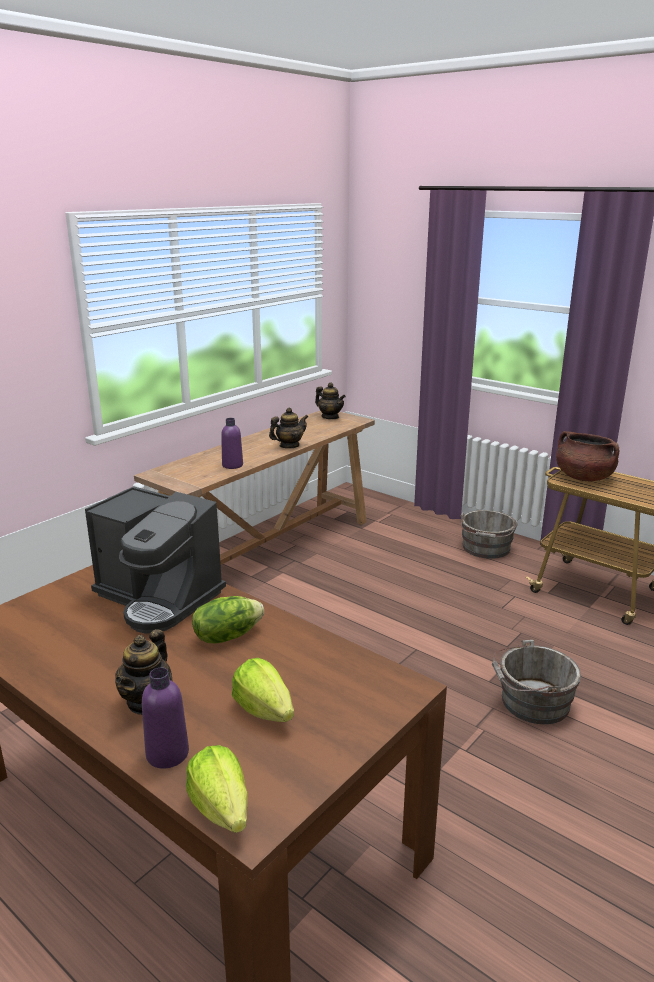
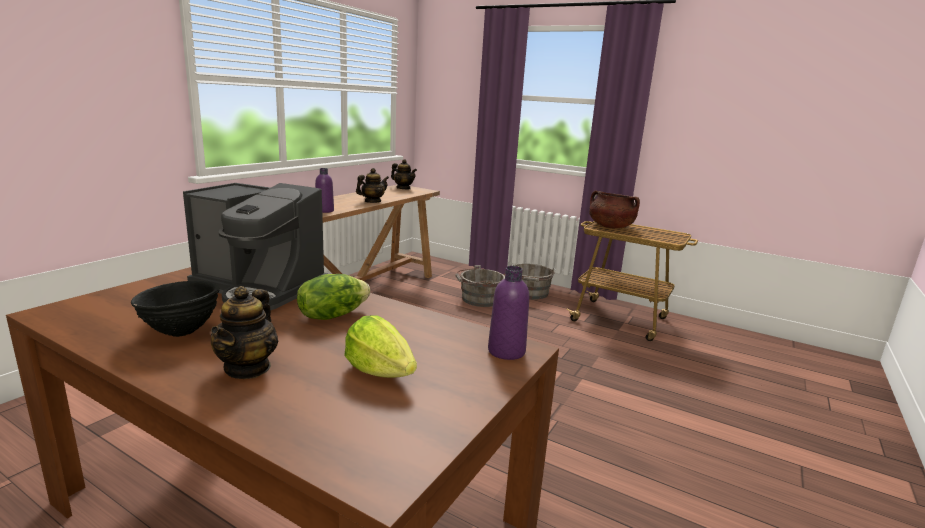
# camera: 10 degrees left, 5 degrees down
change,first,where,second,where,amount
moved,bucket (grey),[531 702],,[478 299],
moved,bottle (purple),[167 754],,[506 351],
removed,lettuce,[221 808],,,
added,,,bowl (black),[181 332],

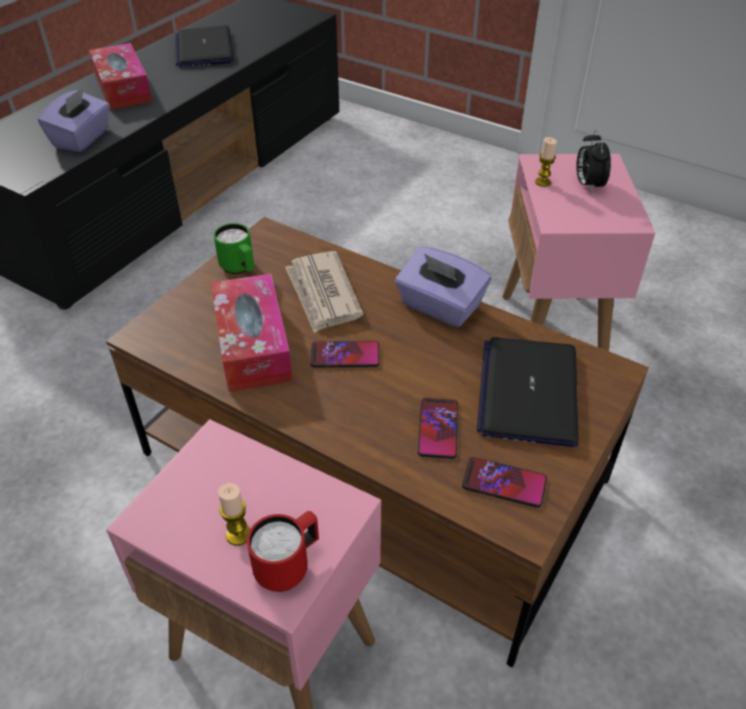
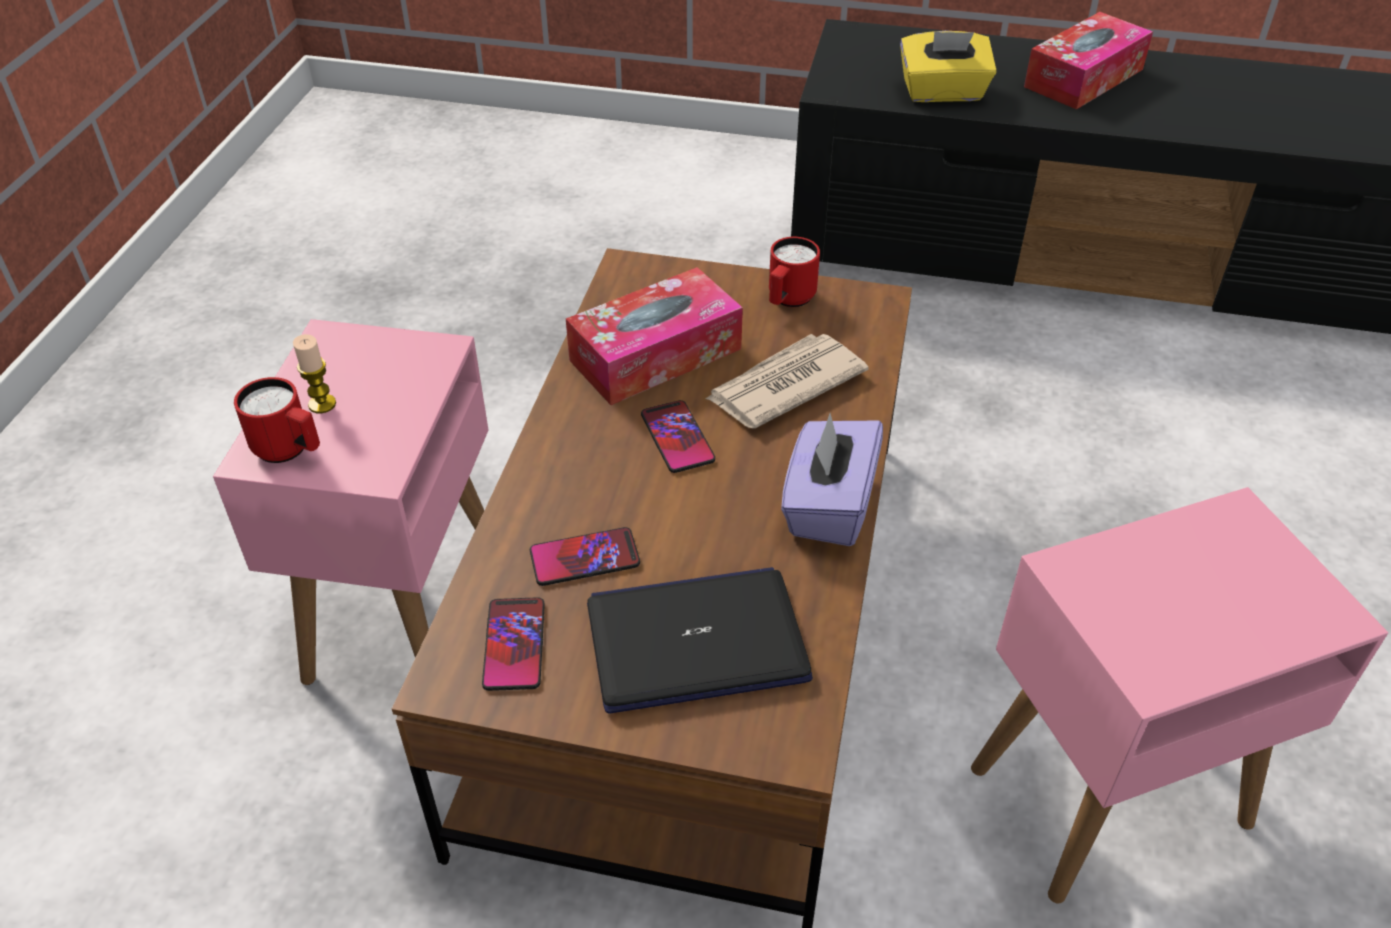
# camera: 70 degrees right, 0 degrees up
change,first,where,second,where,amount
removed,laptop,[204 49],,,
recoloured,tissue box (purple),[82 138],tissue box (yellow),[942 93],
removed,alarm clock,[588 185],,,
removed,candle,[542 182],,,
recoloured,mug (green),[240 269],mug (red),[788 301],

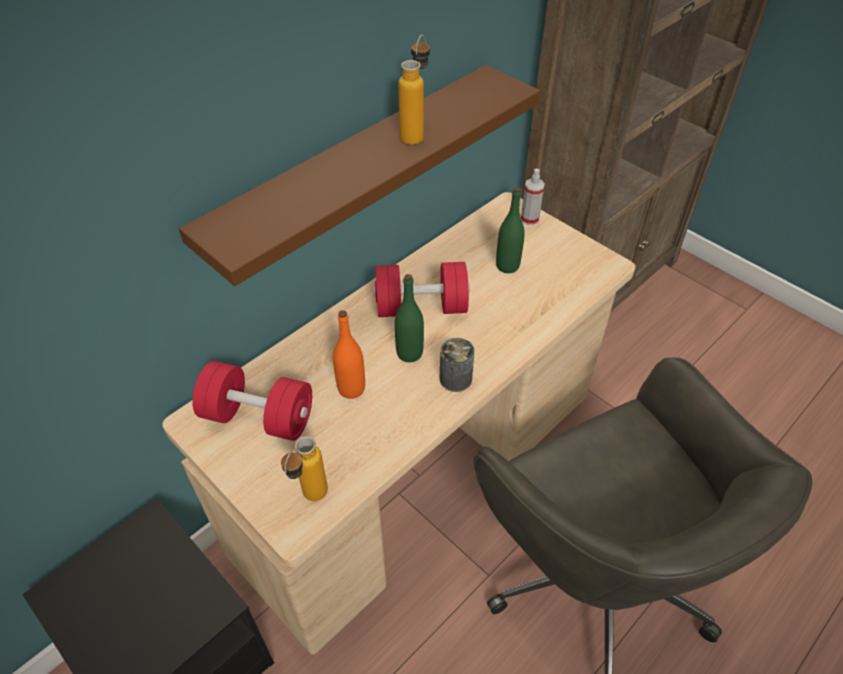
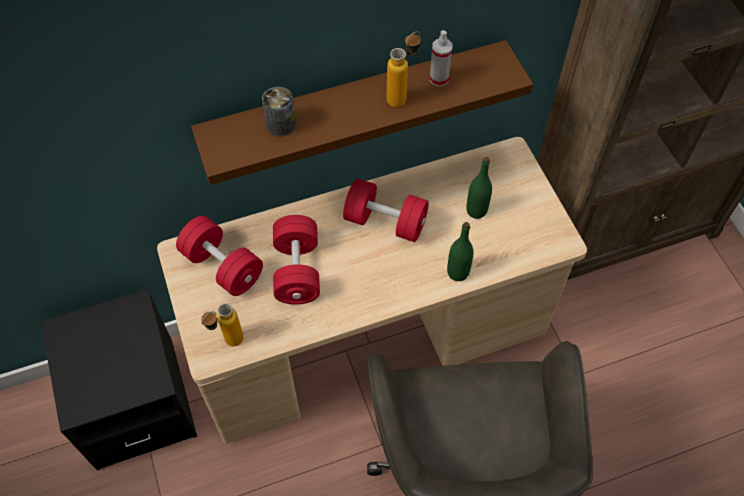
# camera: 25 degrees right, 10 degrees up
change,first,where,second,where,amount
moved,spray bottle,[529 219],,[439 79],
moved,bottle (green),[409 353],,[458 272],
replaced,bottle (orange),[351 388],dumbbell (red),[297 270],
moved,can,[455 378],,[281 125],

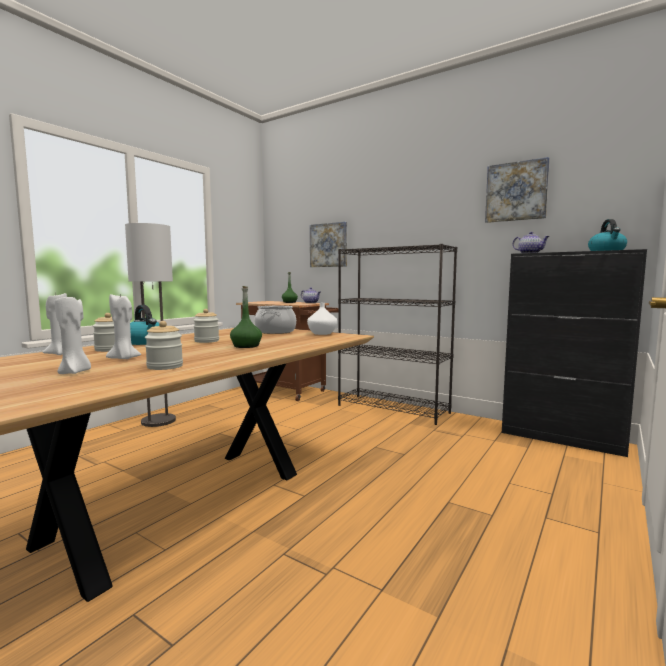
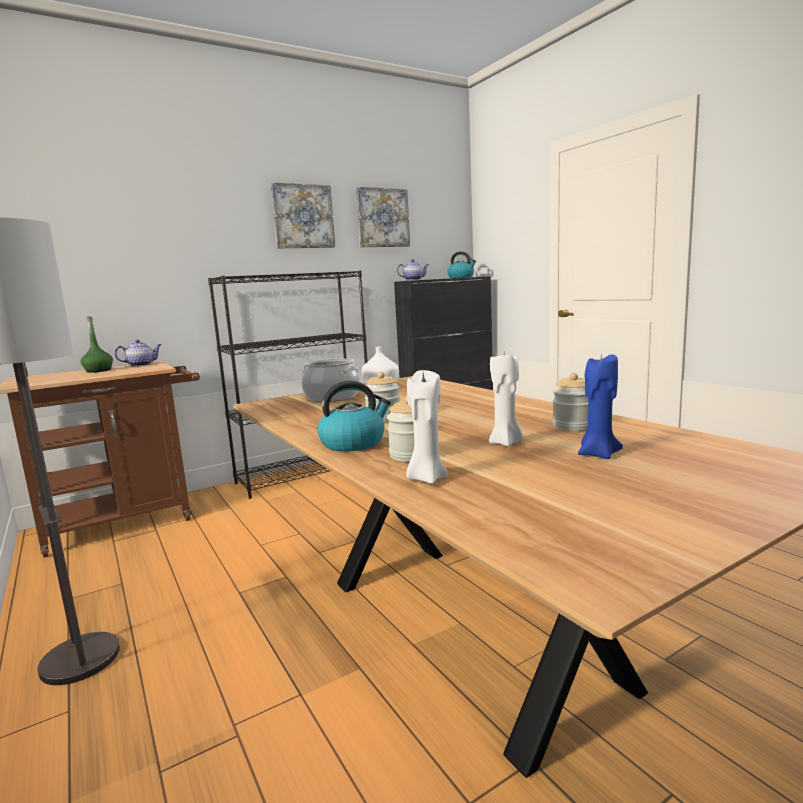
# camera: 65 degrees left, 5 degrees up
change,first,where,second,where,amount
moved,picture,[329 245],,[303 216],
removed,bottle (green),[246 346],,,
recoloured,candle (white),[75 372],candle (blue),[598 454],

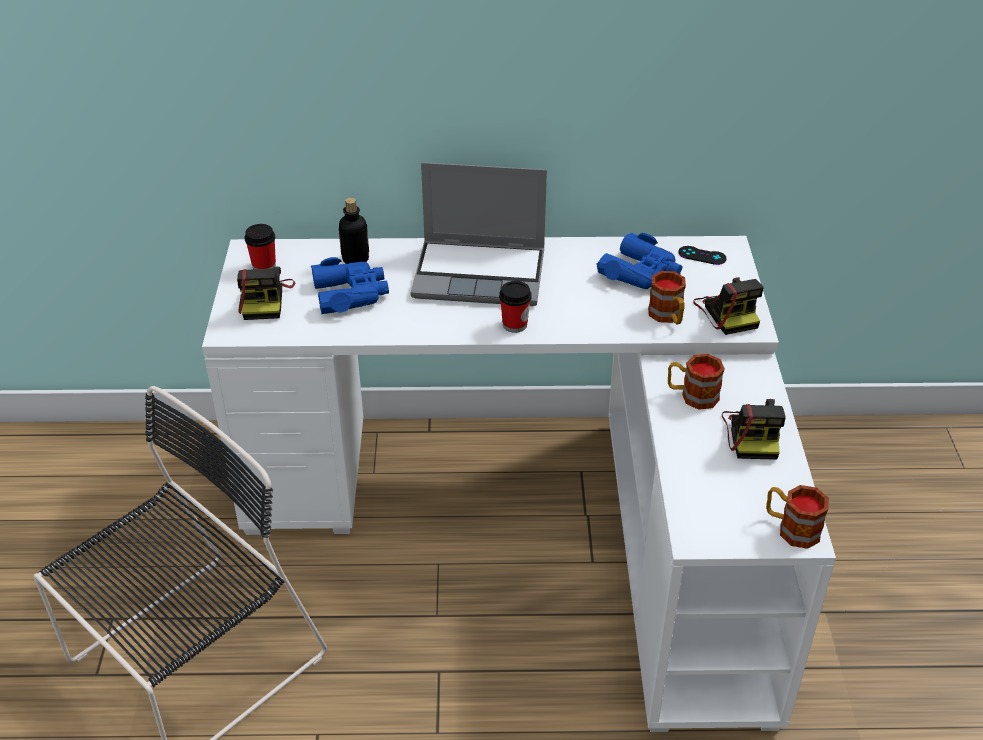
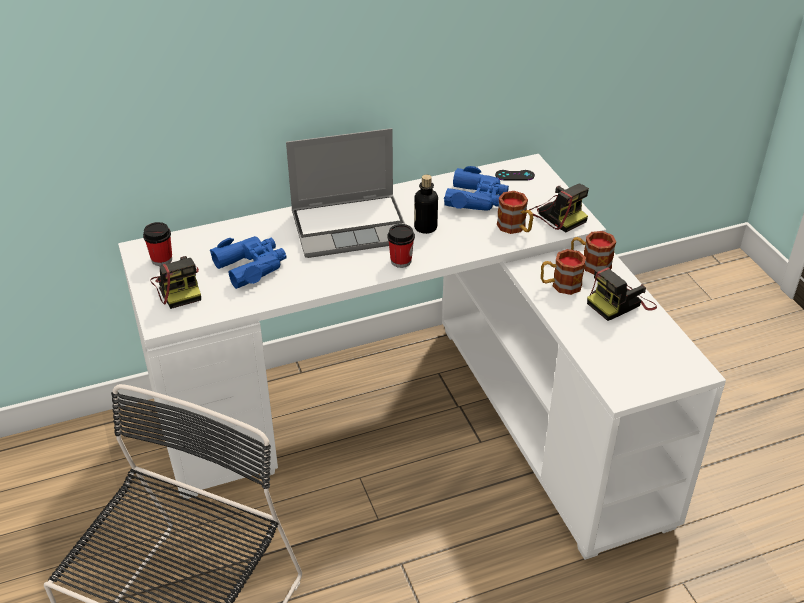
# camera: 20 degrees left, 0 degrees up
change,first,where,second,where,amount
moved,bottle,[355 259],,[425 227],
turned,photo camera,[753 434],,[620 303],75 degrees clockwise
moved,mug,[791 528],,[590 264],

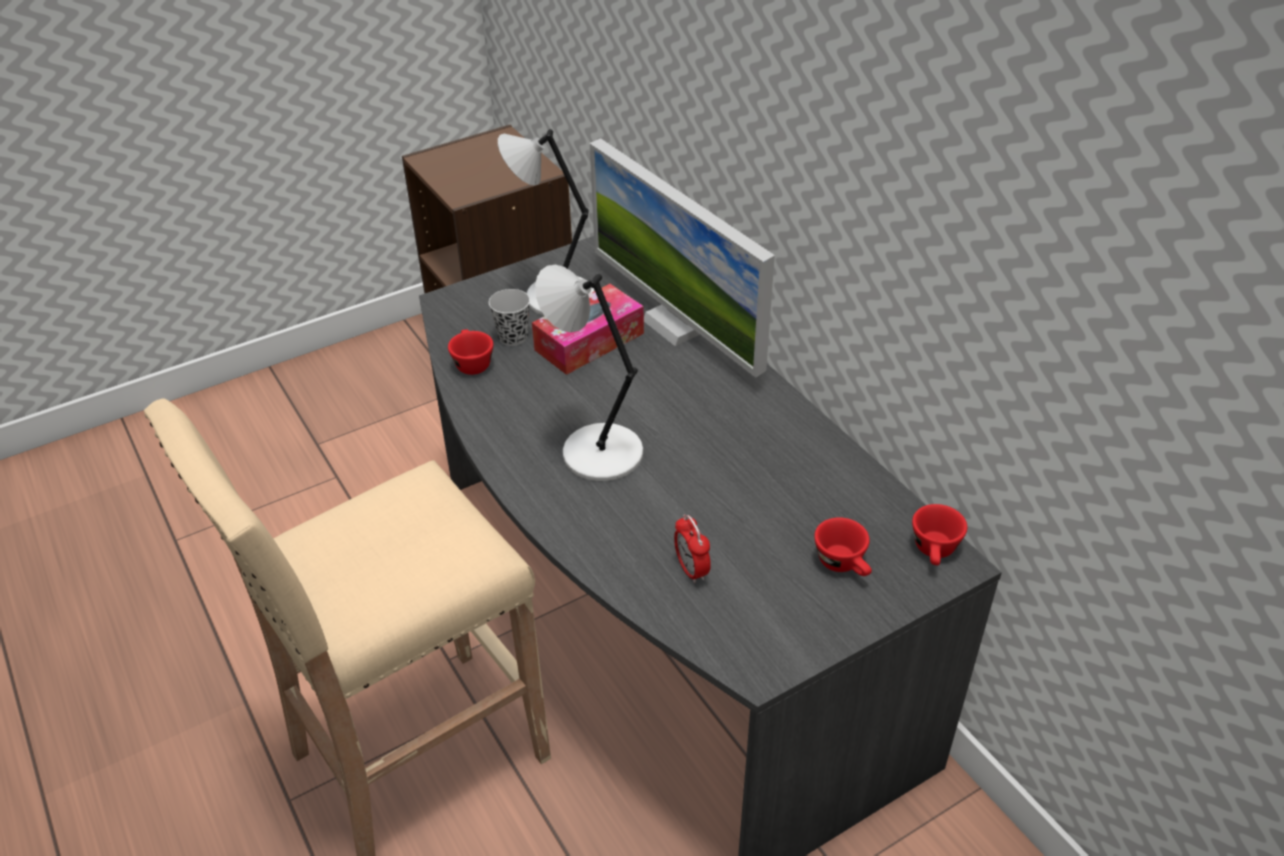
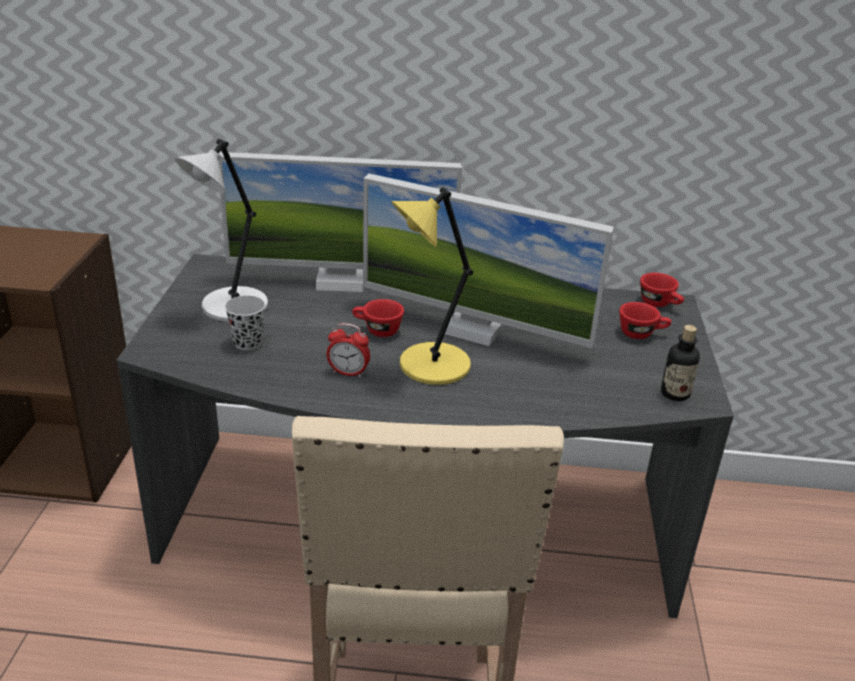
# camera: 55 degrees left, 10 degrees down
change,first,where,second,where,amount
recoloured,table lamp (grey),[597 452],table lamp (yellow),[430 366],
removed,tissue box,[589 341],,,
moved,cup (red),[471 362],,[377 330],
moved,alarm clock,[691 570],,[348 373],
added,,,monitor,[473 329],
added,,,bottle,[675 393],

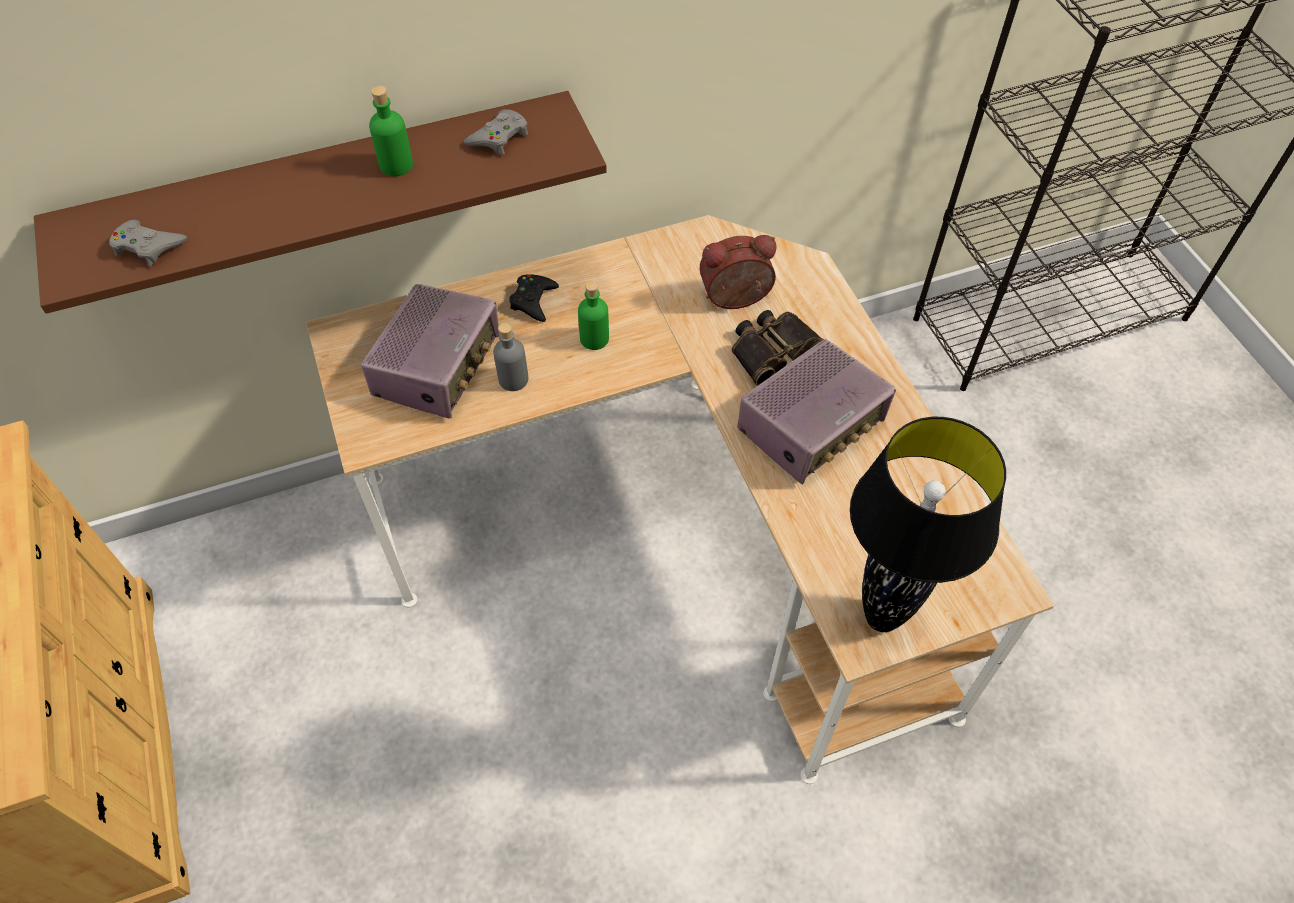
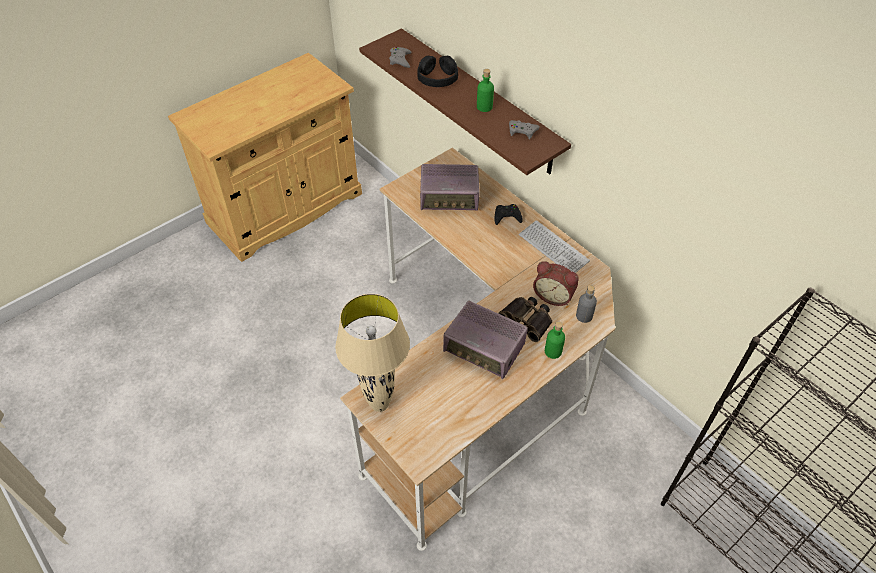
# camera: 70 degrees right, 5 degrees down
change,first,where,second,where,amount
turned,alarm clock,[736 300],,[554 295],150 degrees clockwise
moved,bottle (green),[594 339],,[553 351],
moved,bottle (grey),[513 379],,[584 316],
recoloured,table lamp (black),[882 619],table lamp (beige),[379 405],
added,,,headphones (black),[437 78],
added,,,keyboard,[553 248],

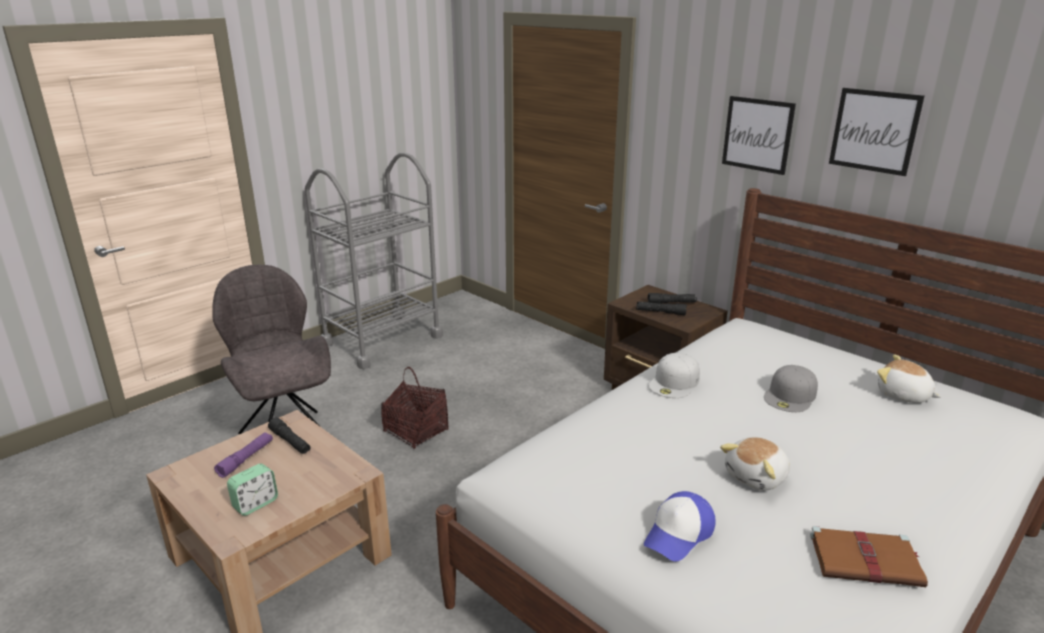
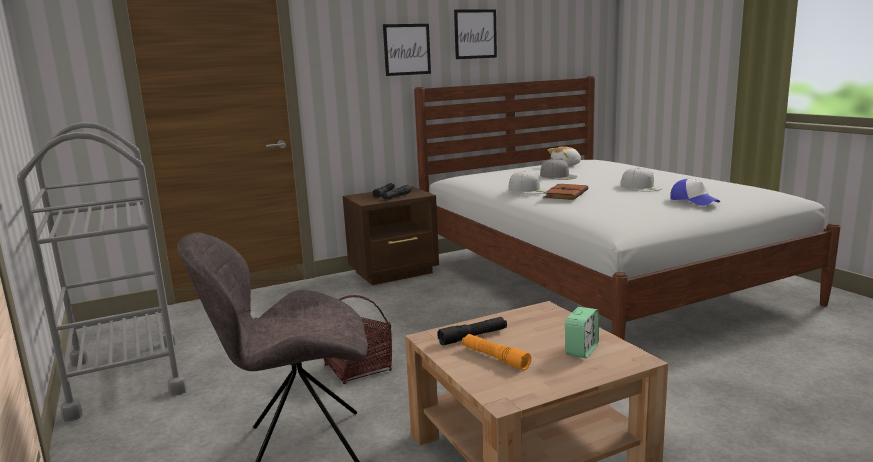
# camera: 70 degrees left, 10 degrees down
change,first,where,second,where,amount
recoloured,flashlight (purple),[246 459],flashlight (orange),[495 358],
replaced,plush toy,[757 477],cap (white),[641 187],
turned,alarm clock,[255 504],,[581 350],60 degrees clockwise
moved,book (brown),[867 560],,[566 194],

